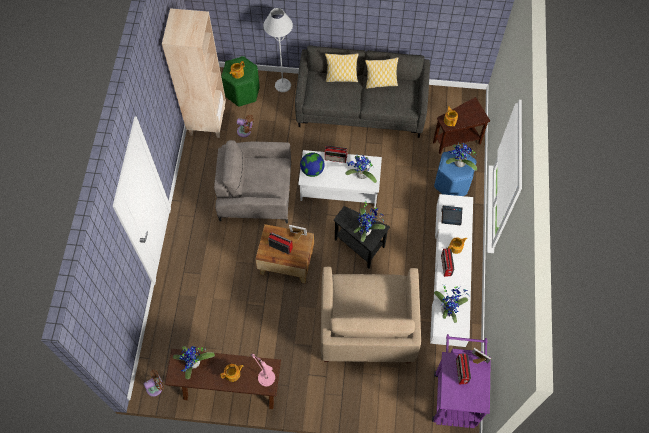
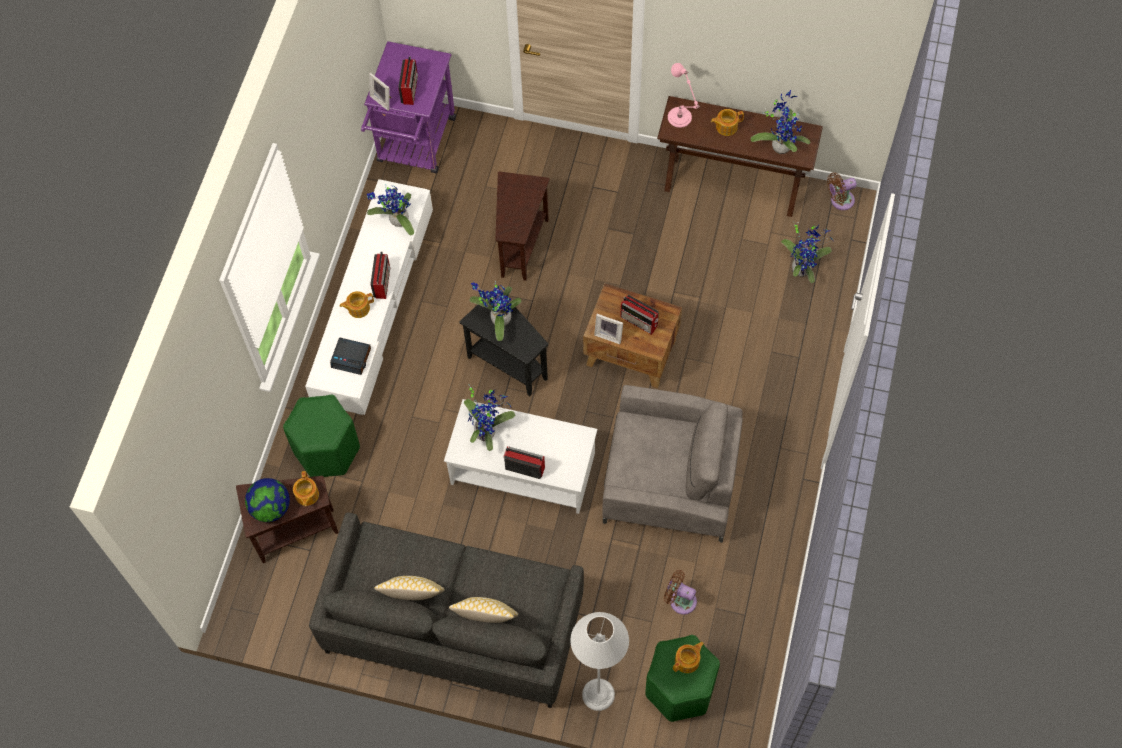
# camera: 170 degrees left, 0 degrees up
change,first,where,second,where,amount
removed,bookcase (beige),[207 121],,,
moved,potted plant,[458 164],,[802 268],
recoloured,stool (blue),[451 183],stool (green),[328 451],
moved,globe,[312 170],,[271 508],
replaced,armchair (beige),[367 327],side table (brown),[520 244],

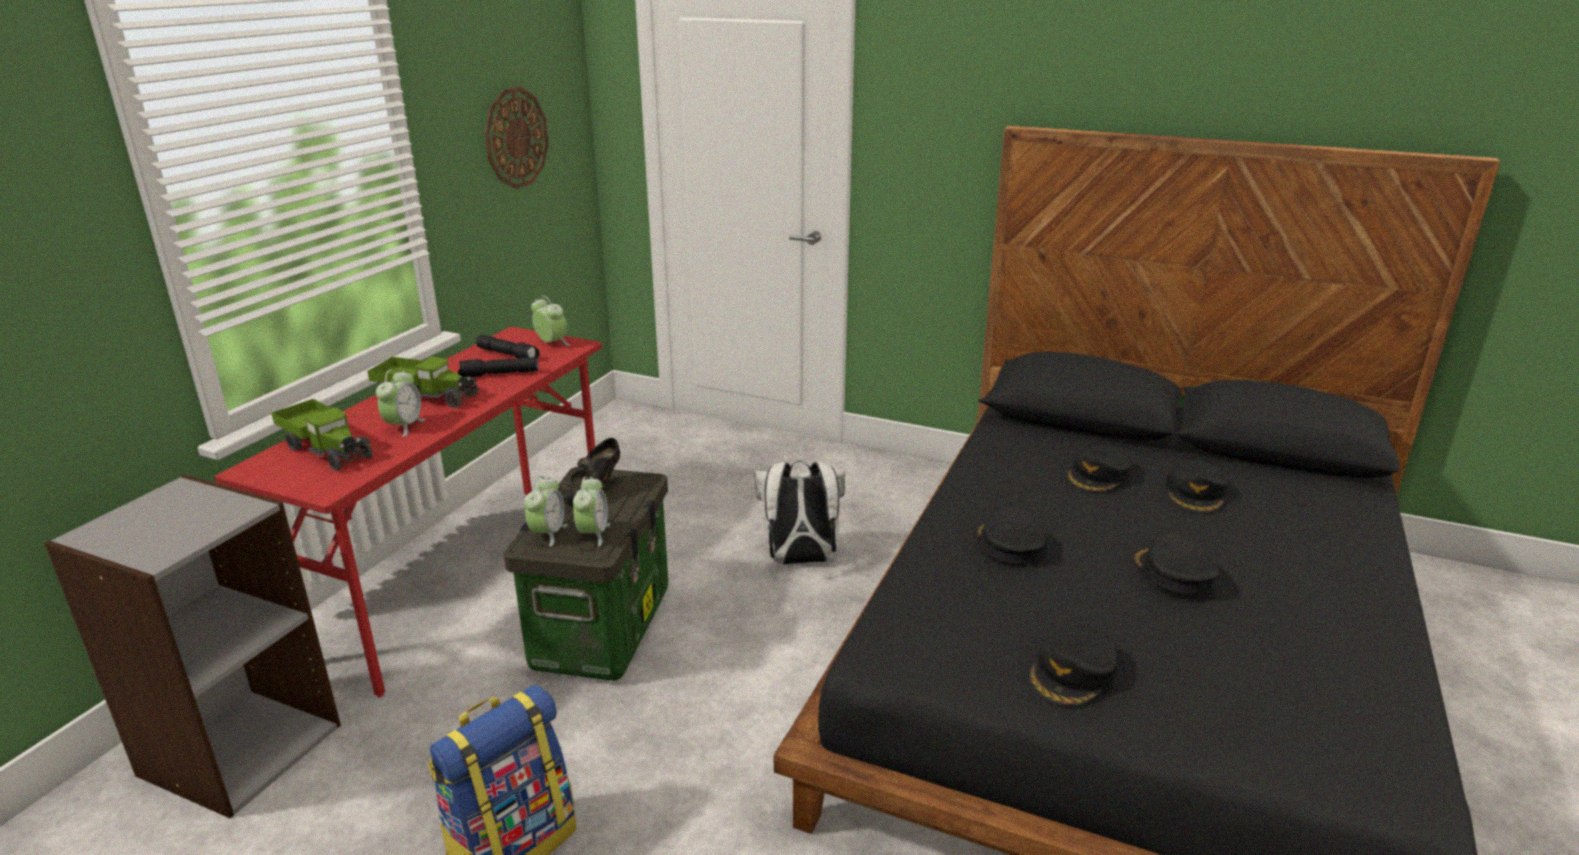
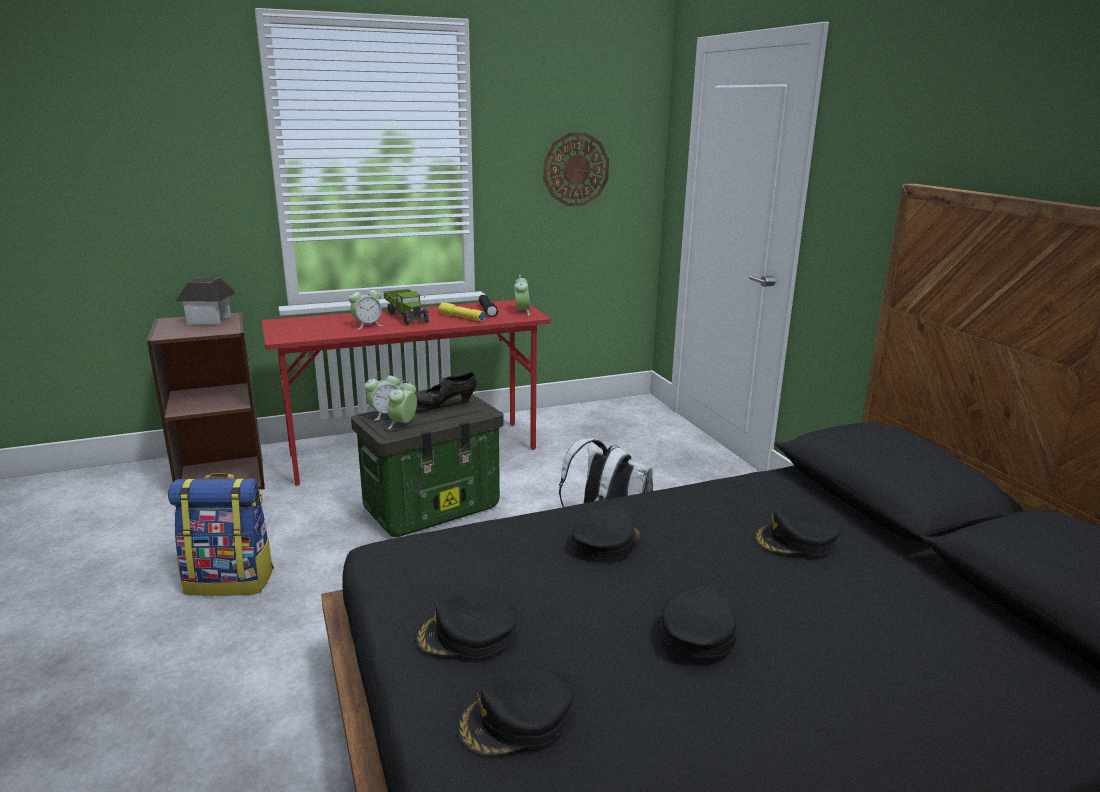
# camera: 45 degrees right, 5 degrees down
change,first,where,second,where,amount
recoloured,flashlight (black),[498 374],flashlight (yellow),[461 317],
removed,toy truck,[327 449],,,
moved,cap (black),[1195 493],,[515 721],
recoloured,bookcase (grey),[240 749],bookcase (brown),[222 477],
turned,alarm clock,[593 534],,[403 424],150 degrees clockwise
added,,,toy house,[209 320],

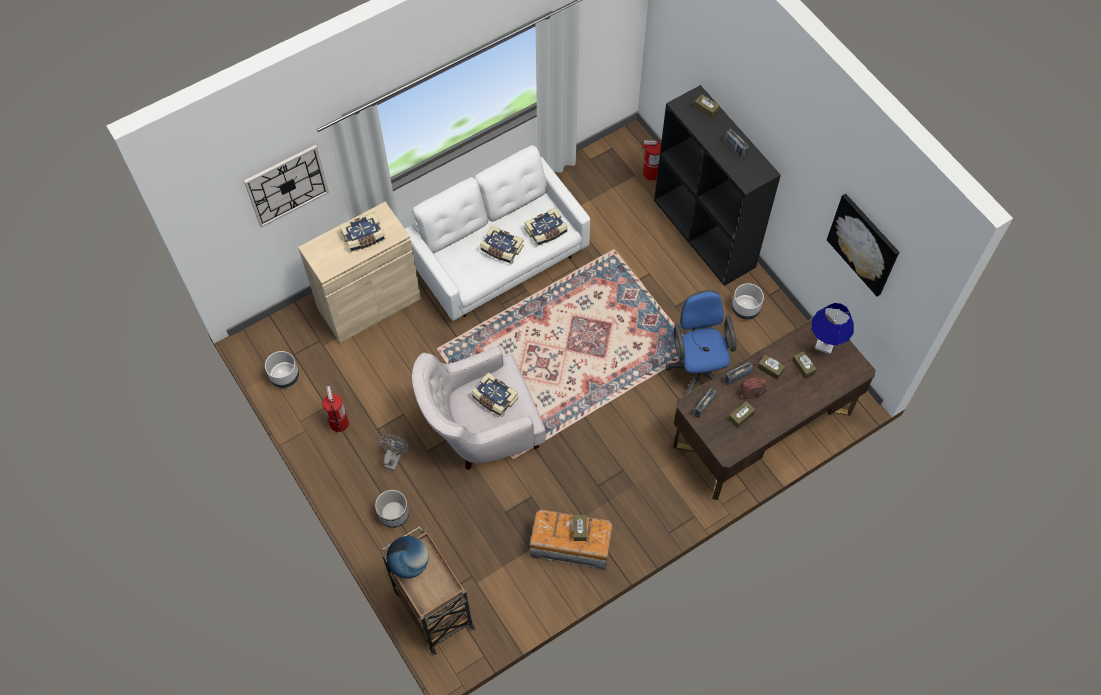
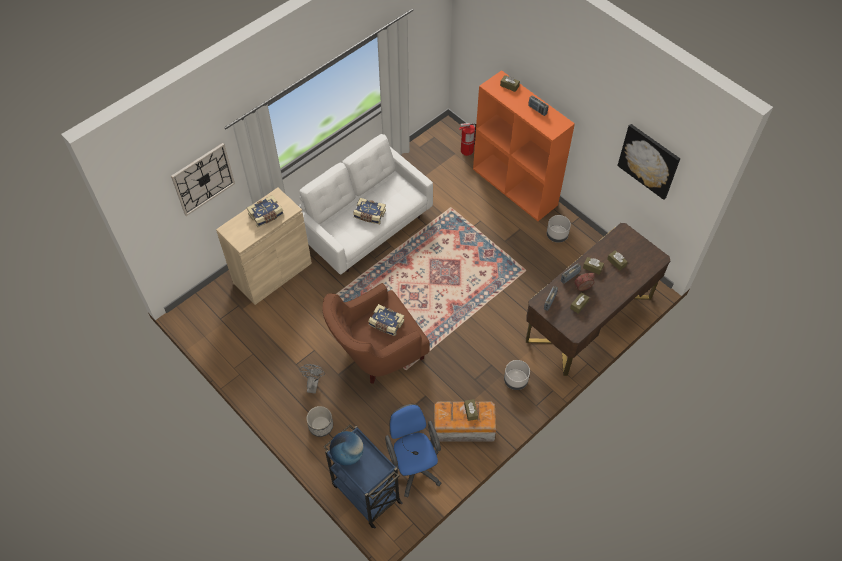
# camera: 10 degrees left, 5 degrees down
change,first,where,second,where,amount
recoloured,bookcase (black),[705 234],bookcase (orange),[515 187],
removed,book,[546 232],,,
moved,office chair (blue),[698 369],,[413 466],
removed,table lamp (blue),[825 345],,,
recoloured,armchair (white),[481 429],armchair (brown),[376 352],
moved,planter (grey),[285 377],,[515 381],
removed,fire extinguisher,[339 423],,,
recoloured,cart (brown),[432 607],cart (blue),[365 492],

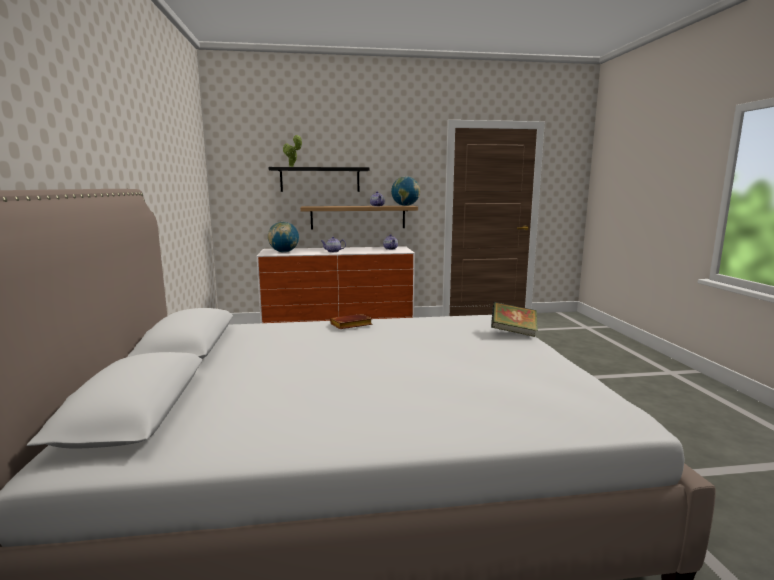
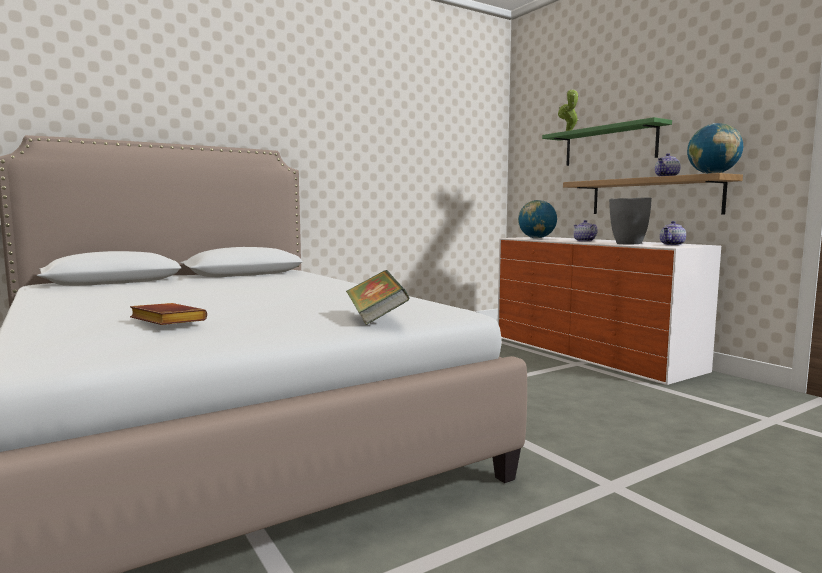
# camera: 65 degrees right, 5 degrees down
change,first,where,second,where,amount
recoloured,shelf (black),[320 179],shelf (green),[609 145],
moved,book (brown),[350 325],,[165 321],
added,,,vase (grey),[628 244],

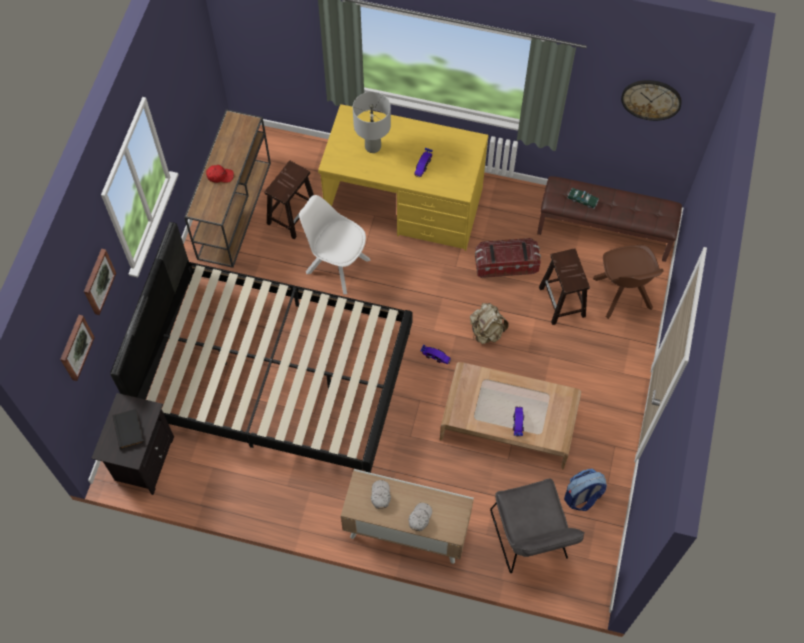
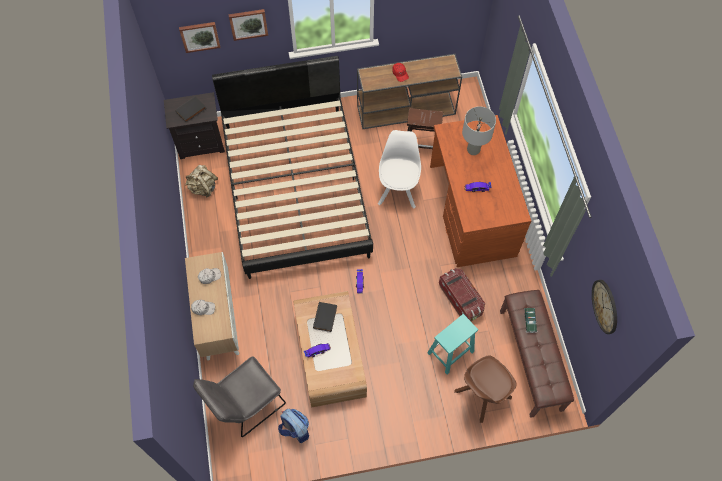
# camera: 65 degrees right, 0 degrees up
change,first,where,second,where,amount
recoloured,desk (yellow),[404 205],desk (brown),[471 211],
recoloured,stool (brown),[562 302],stool (turquoise),[450 353],
moved,backpack (beige),[486 331],,[203 187],
added,,,book (black),[325 318],

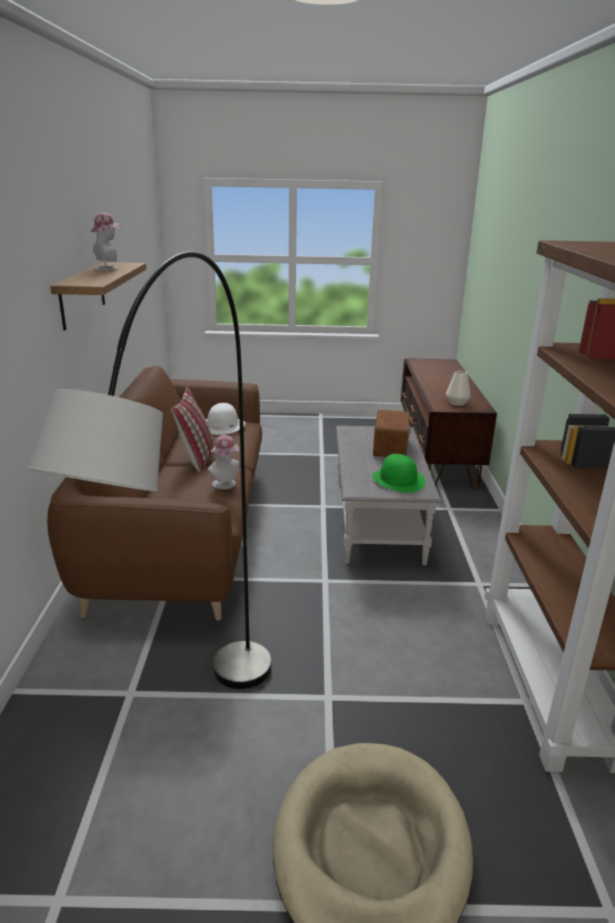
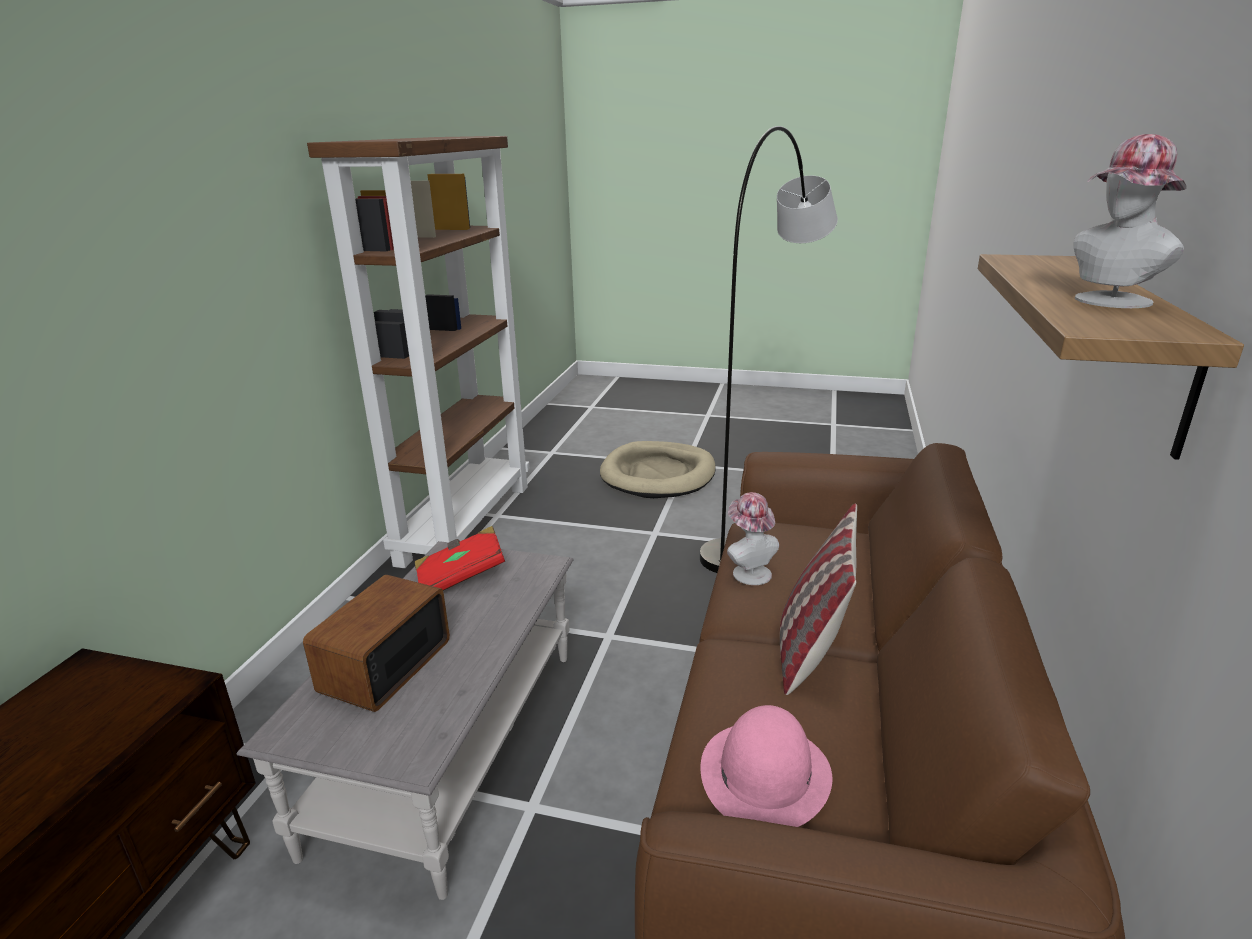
# camera: 165 degrees left, 0 degrees up
change,first,where,second,where,amount
removed,vase (white),[457 403],,,
recoloured,hat (white),[223 425],hat (pink),[765 773],
replaced,hat (green),[398 480],book (red),[461 577],

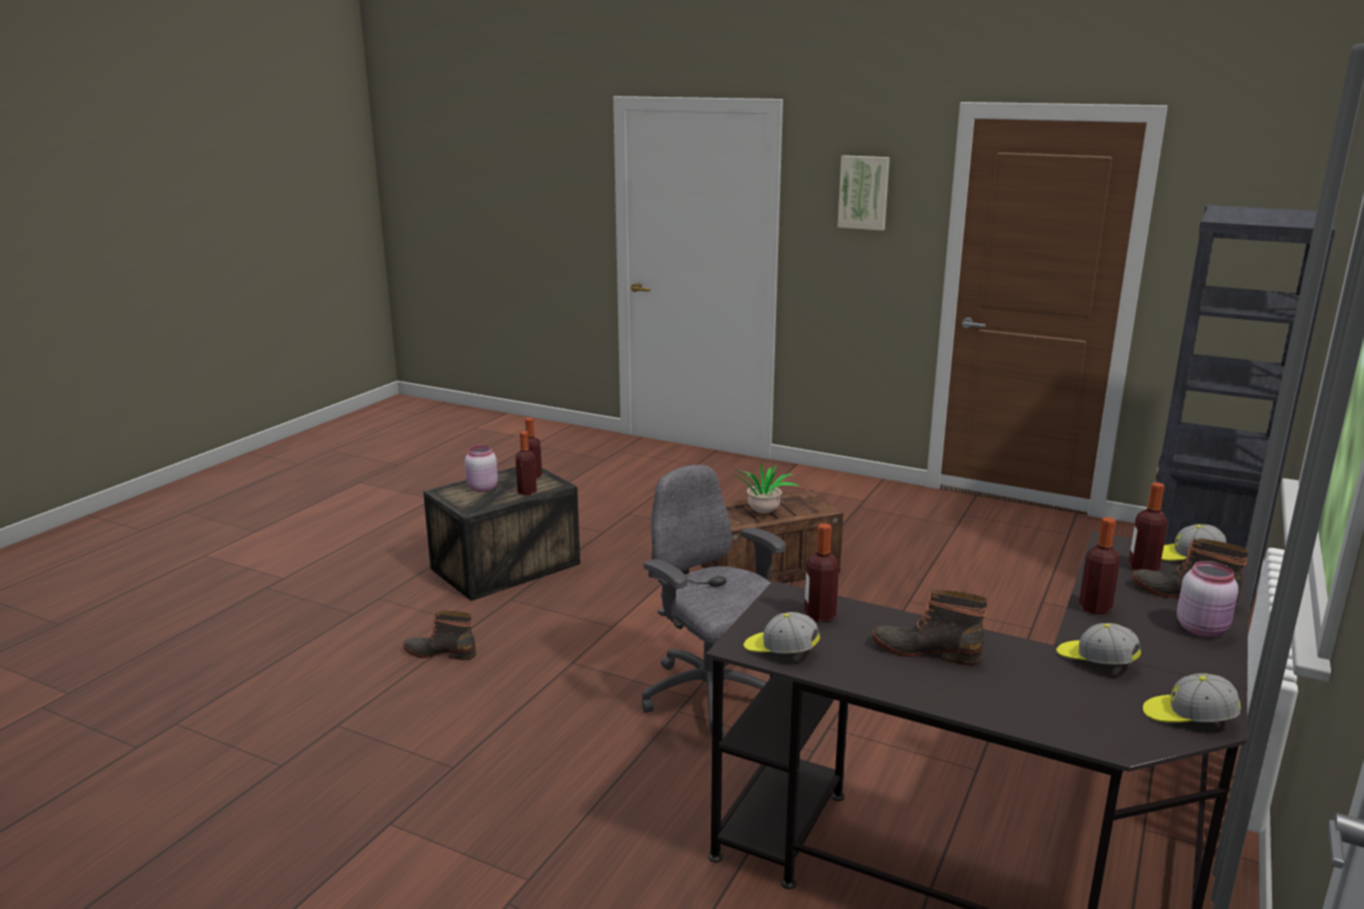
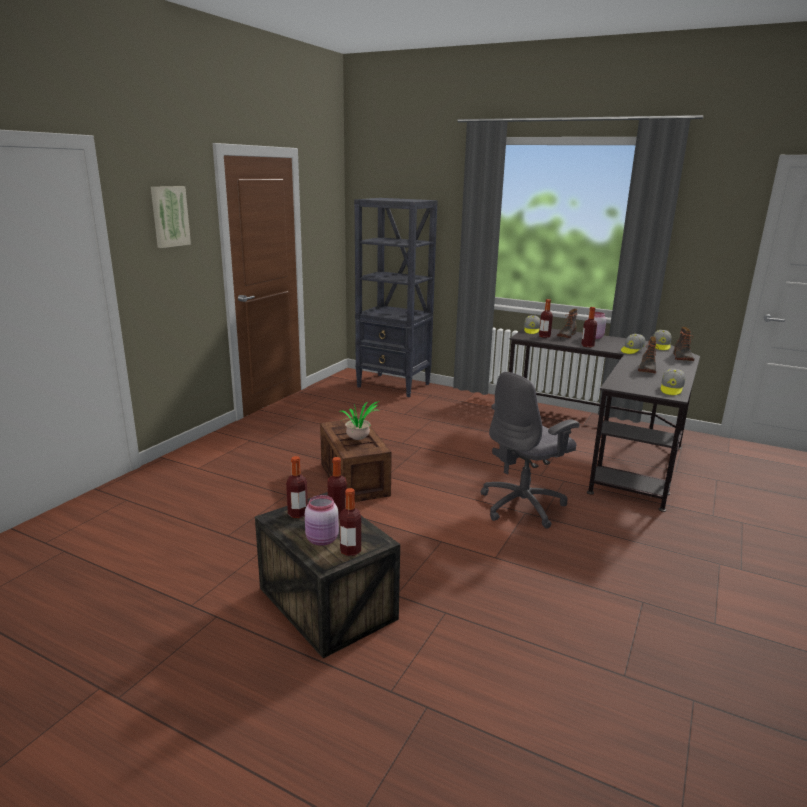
# camera: 90 degrees left, 0 degrees up
change,first,where,second,where,amount
moved,bottle,[820 615],,[350 550],
moved,boot,[441 652],,[681 357],

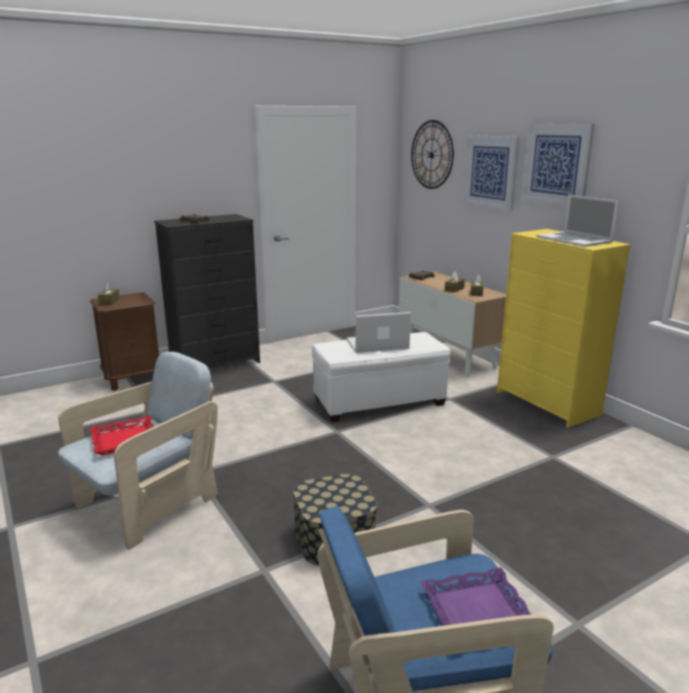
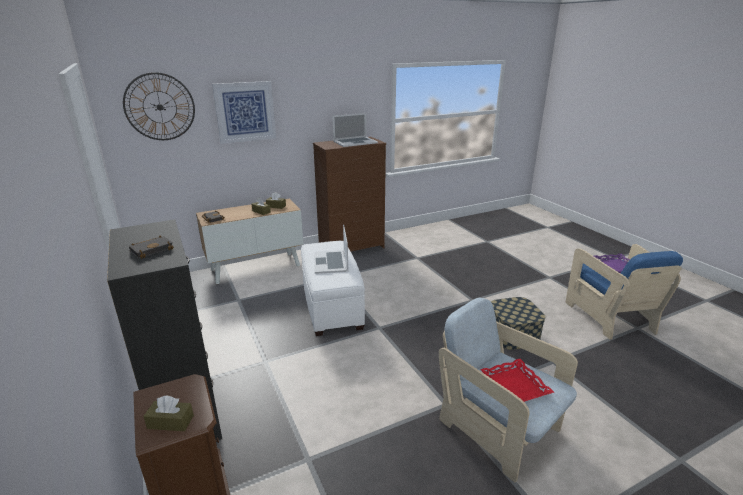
# camera: 85 degrees left, 5 degrees up
change,first,where,second,where,amount
removed,picture,[556 164],,,
recoloured,dresser (yellow),[548 403],dresser (brown),[352 247],

